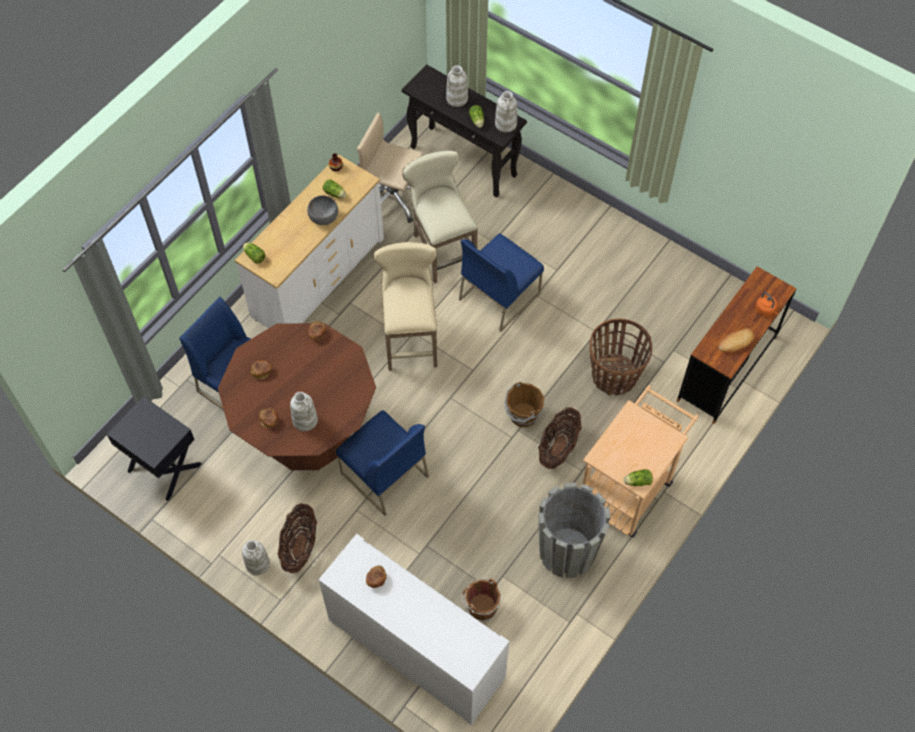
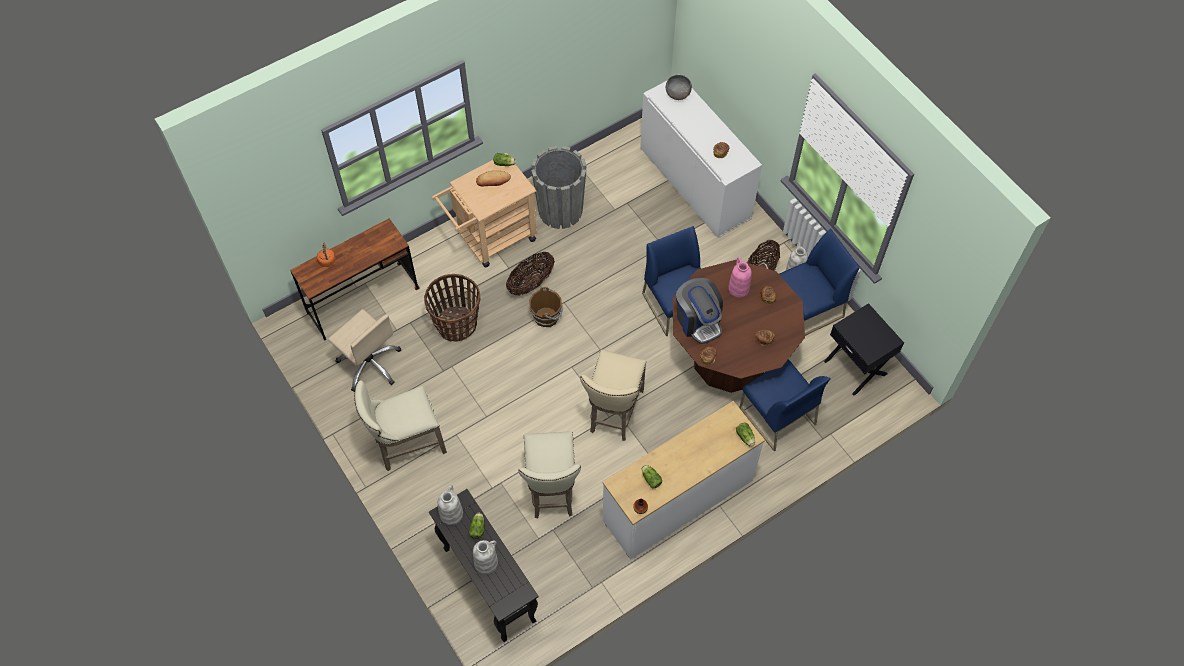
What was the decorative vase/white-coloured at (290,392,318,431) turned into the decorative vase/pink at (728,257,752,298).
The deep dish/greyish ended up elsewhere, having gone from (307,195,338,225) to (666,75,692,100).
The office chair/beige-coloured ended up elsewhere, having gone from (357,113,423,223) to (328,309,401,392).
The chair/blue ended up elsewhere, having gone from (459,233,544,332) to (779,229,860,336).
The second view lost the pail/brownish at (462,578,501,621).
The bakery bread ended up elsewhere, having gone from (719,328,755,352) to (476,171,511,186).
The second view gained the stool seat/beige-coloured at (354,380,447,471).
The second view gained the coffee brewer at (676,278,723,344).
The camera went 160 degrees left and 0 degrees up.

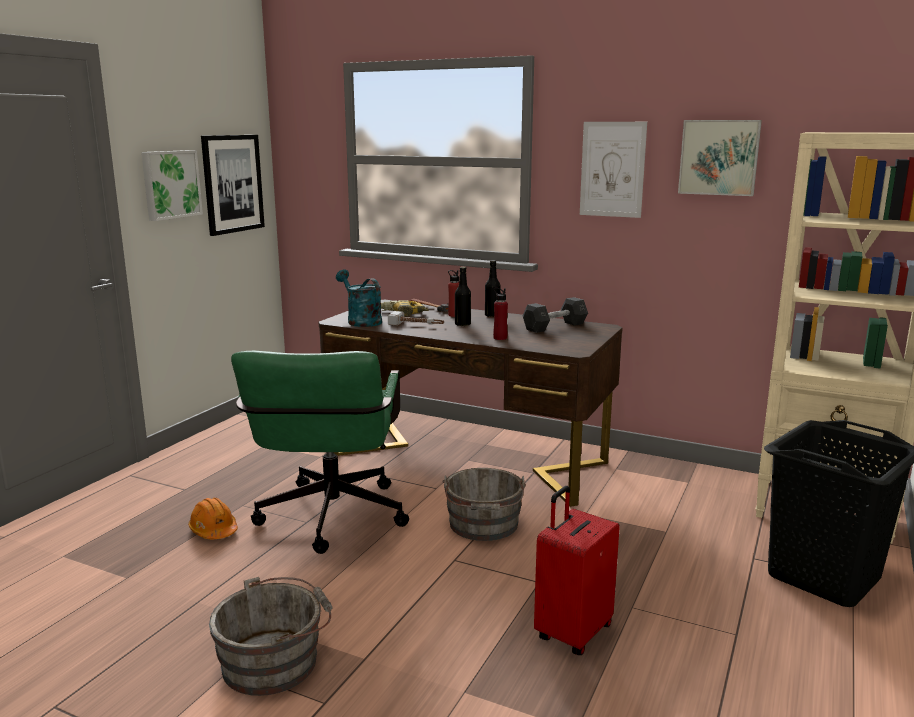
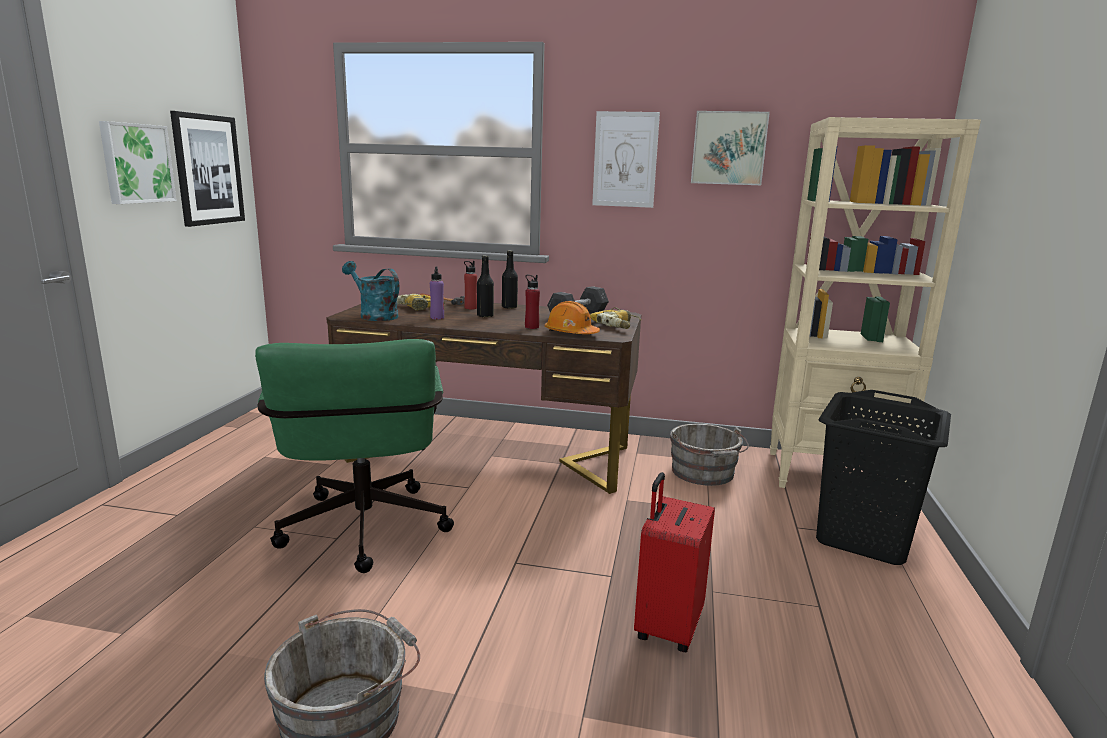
The hard hat/orange-coloured ended up elsewhere, having gone from (188,498,238,539) to (545,301,600,334).
Where the hammer stood at (388,311,444,326), the beverage bottle/purplish came to stand at (430,266,444,319).
The pail/greyish ended up elsewhere, having gone from (442,468,526,541) to (670,424,749,486).
The second view gained the power drill at (590,307,642,329).
The camera went 15 degrees left and 0 degrees up.

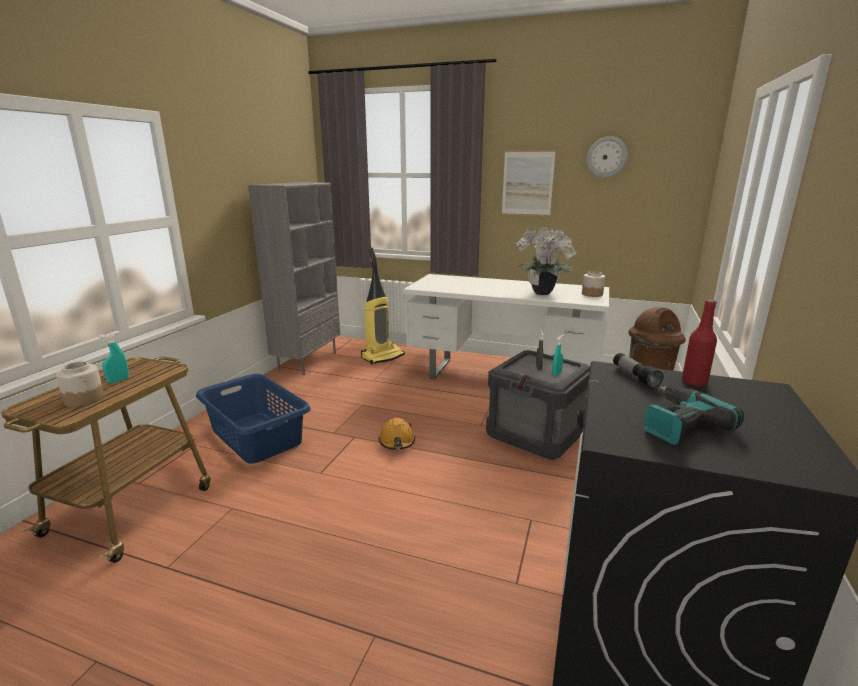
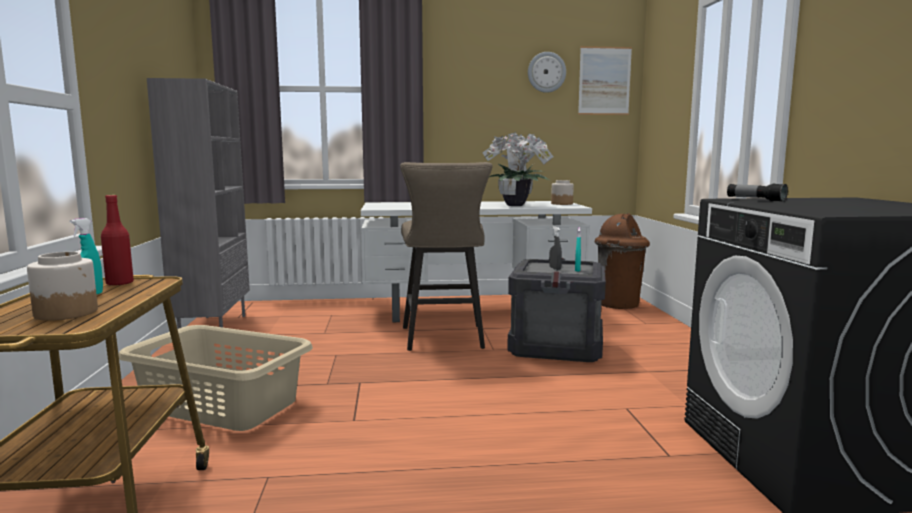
What was the washing basket/blue at (196,374,311,464) turned into the washing basket/beige-coloured at (118,325,313,431).
The second view lost the hoover at (361,248,405,365).
The second view lost the hard hat/orange-coloured at (378,418,415,450).
The wall art ended up elsewhere, having gone from (502,150,556,216) to (578,46,632,115).
The second view lost the power drill at (644,384,744,445).
The beverage bottle/red-coloured ended up elsewhere, having gone from (682,300,717,386) to (101,195,134,286).
The second view gained the stool seat/beige-coloured at (400,162,493,351).
The camera went 25 degrees left and 10 degrees down.

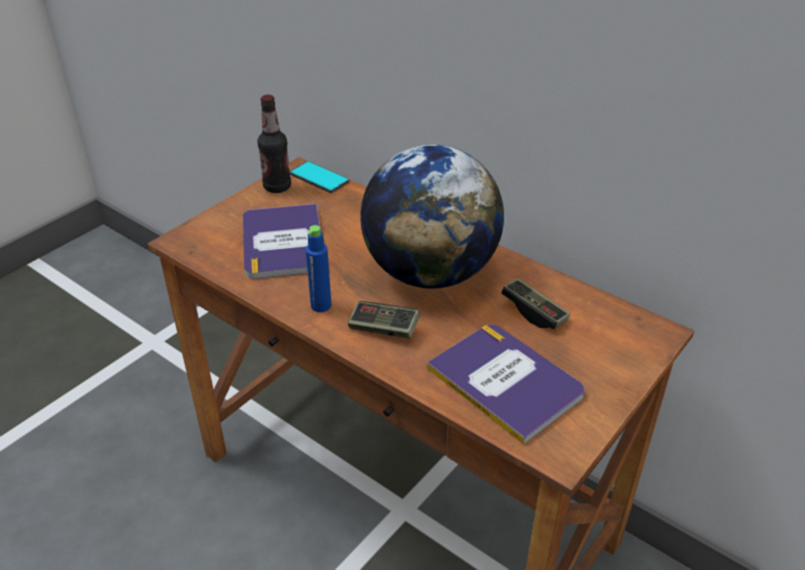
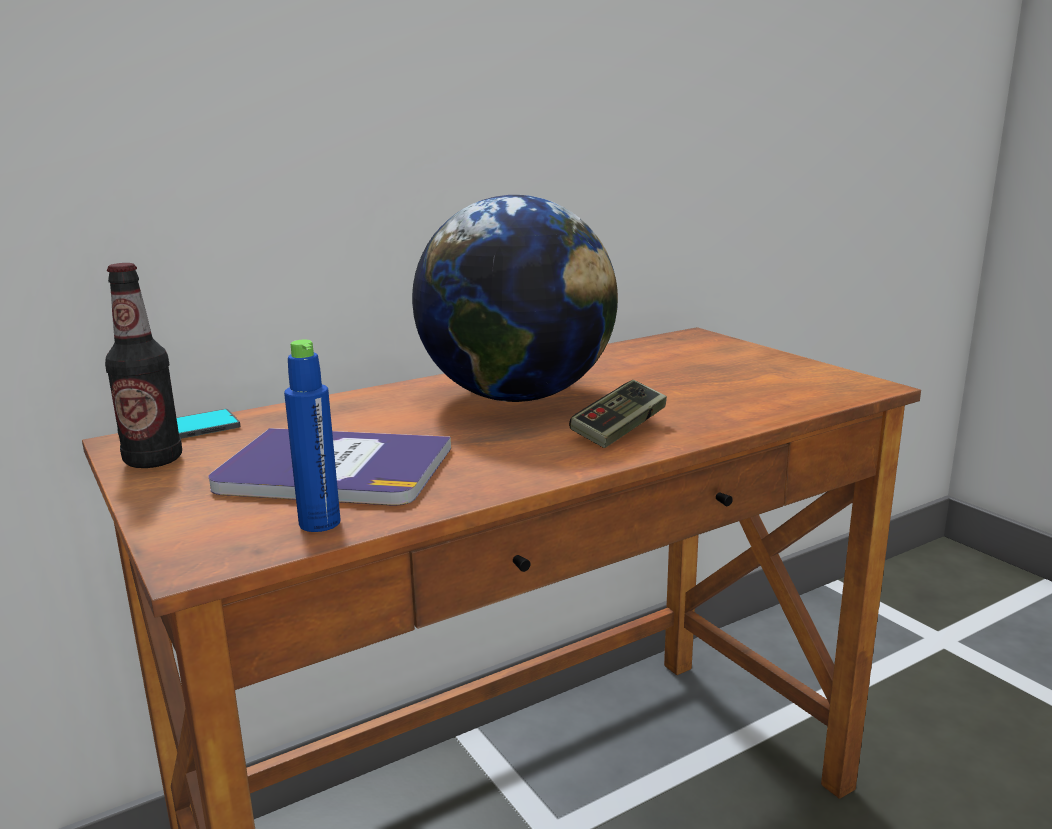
The beverage bottle/blue ended up elsewhere, having gone from (306,225,331,312) to (284,340,340,532).
The second view lost the book at (427,324,584,444).
The second view lost the gamepad at (501,278,570,329).
The camera went 70 degrees left and 20 degrees down.

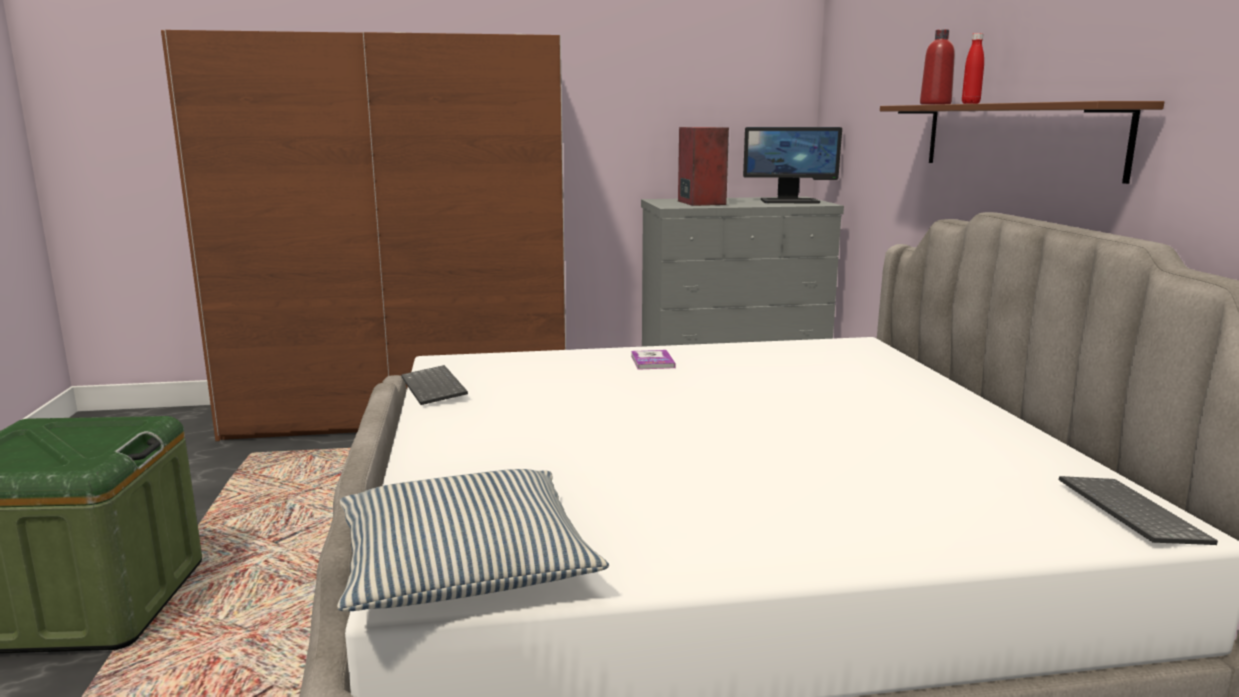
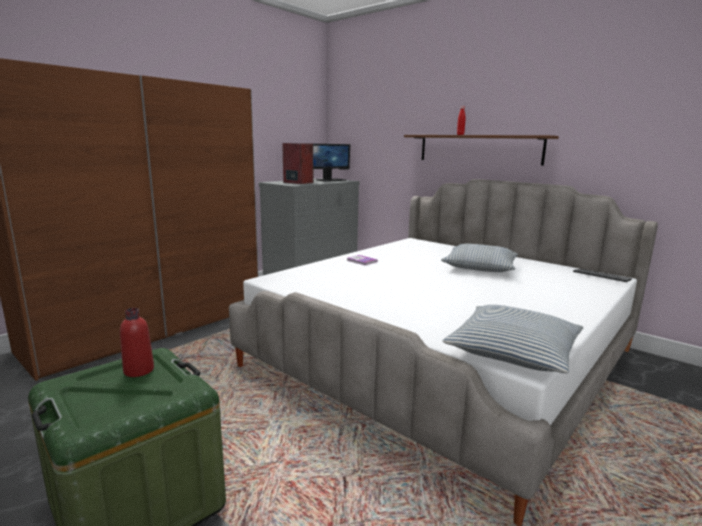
The second view lost the keyboard at (401,365,468,405).
The beverage bottle/red-coloured ended up elsewhere, having gone from (920,29,955,105) to (120,308,154,377).
The second view gained the throw pillow at (441,244,518,272).
The camera went 40 degrees left and 0 degrees up.

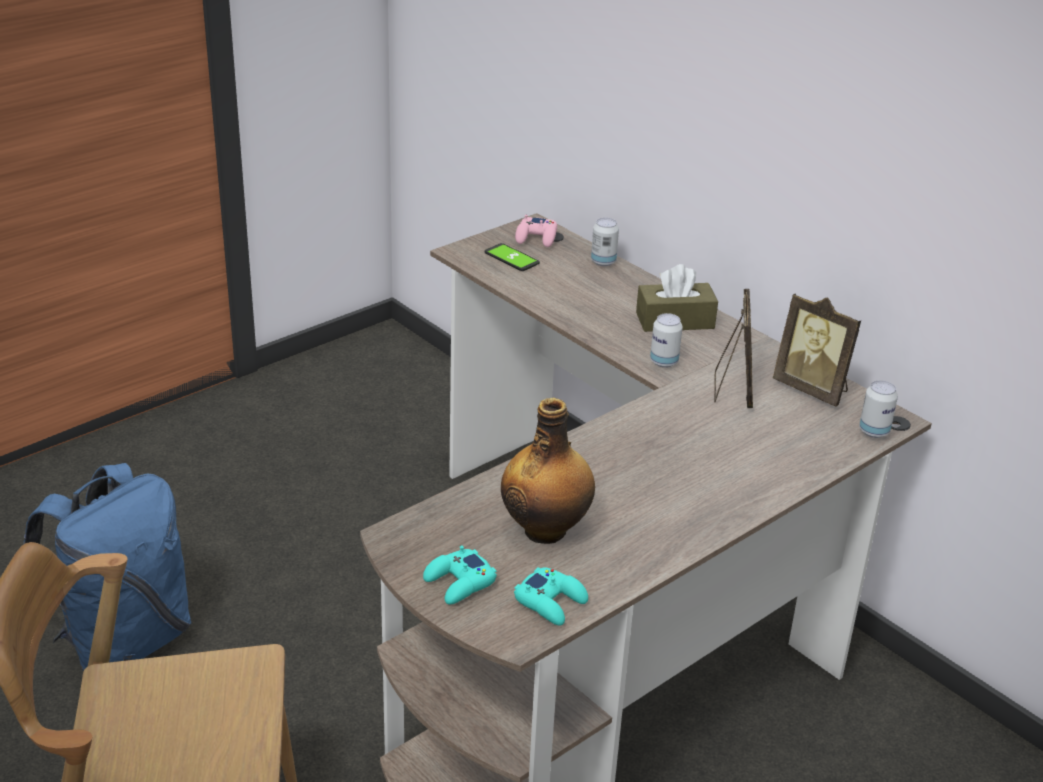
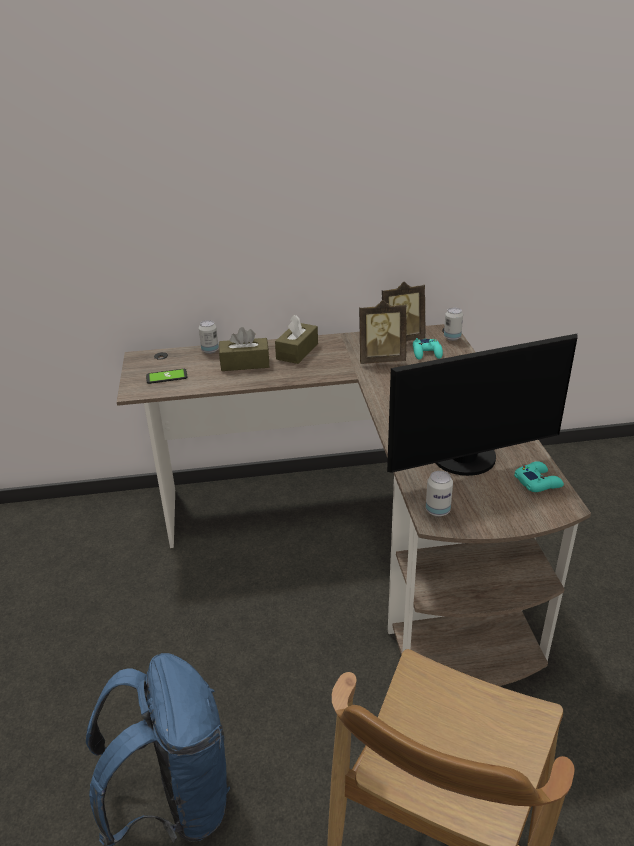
The gamepad/turquoise ended up elsewhere, having gone from (423,545,497,605) to (413,338,443,360).
Where the beverage bottle stood at (501,398,595,544), the monitor came to stand at (387,334,577,476).
The second view lost the gamepad/pink at (515,215,557,247).
The can ended up elsewhere, having gone from (650,313,683,368) to (426,471,453,517).
The photo frame at (714,289,753,408) ended up facing another way, 135 degrees clockwise from before.
The second view gained the tissue holder/brownish at (219,327,269,371).
The camera went 55 degrees left and 0 degrees up.

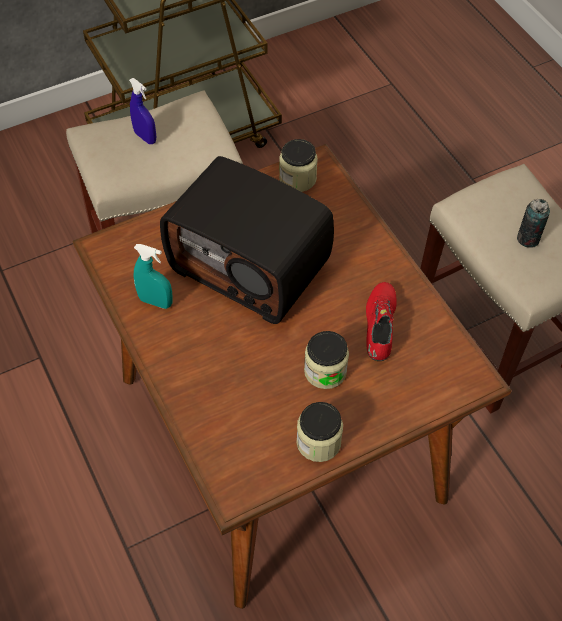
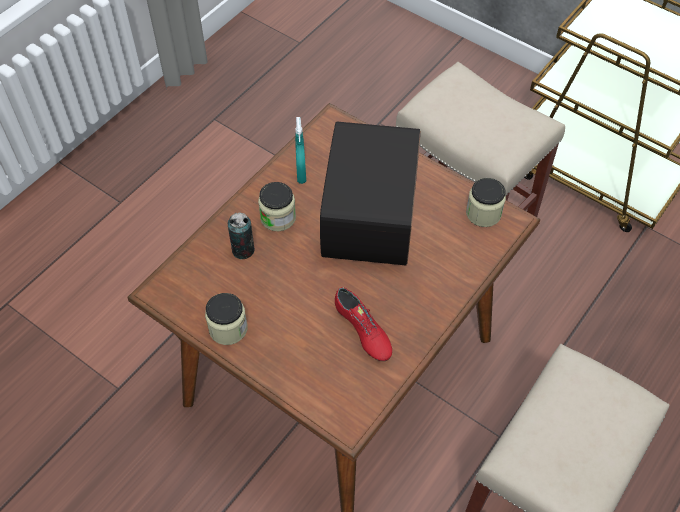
The second view lost the spray bottle/blue at (129,78,156,144).
The jar ended up elsewhere, having gone from (304,331,349,389) to (258,182,296,231).
The item of footwear/red-coloured at (366,282,397,361) ended up facing another way, 75 degrees clockwise from before.
The can ended up elsewhere, having gone from (517,199,550,248) to (228,212,255,259).
The camera went 65 degrees right and 0 degrees up.

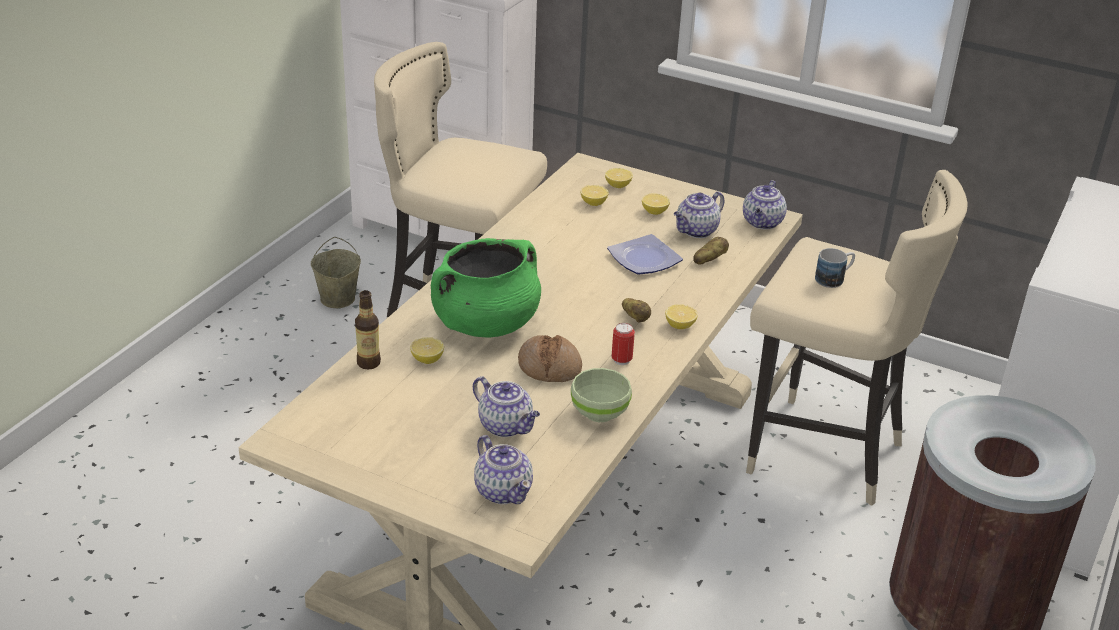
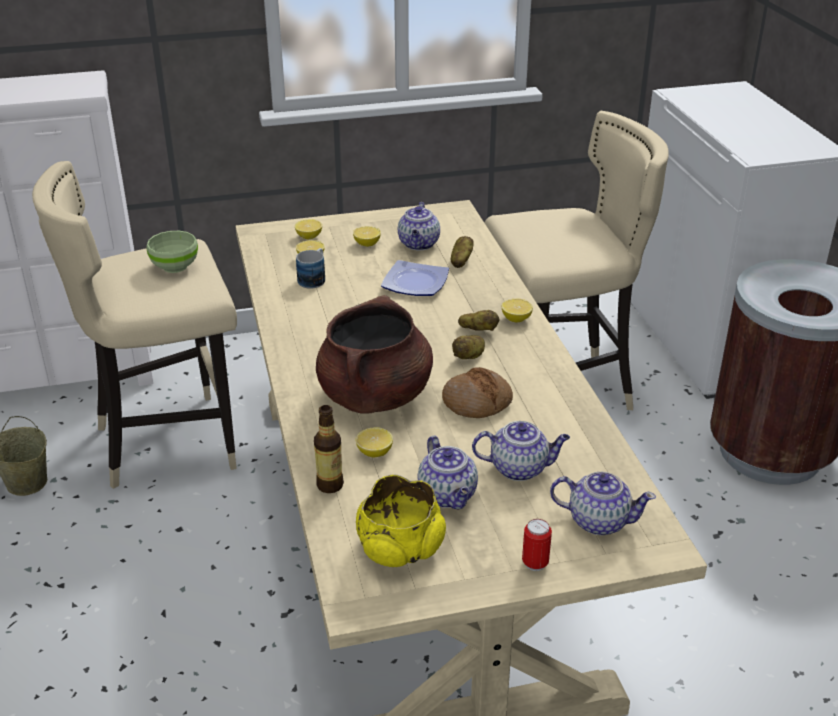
What was the stockpot/greenish at (431,238,541,337) turned into the stockpot/brownish at (316,295,433,414).
The deep dish/greenish ended up elsewhere, having gone from (571,368,632,422) to (147,231,198,273).
The can ended up elsewhere, having gone from (612,323,635,365) to (522,519,552,571).
The tea pot ended up elsewhere, having gone from (743,180,787,229) to (418,435,478,509).
The tea mug ended up elsewhere, having gone from (815,248,855,288) to (296,248,325,289).
The second view gained the deep dish/yellow at (356,474,446,567).
The second view gained the whole potato at (452,335,485,359).
The camera went 40 degrees left and 0 degrees up.

